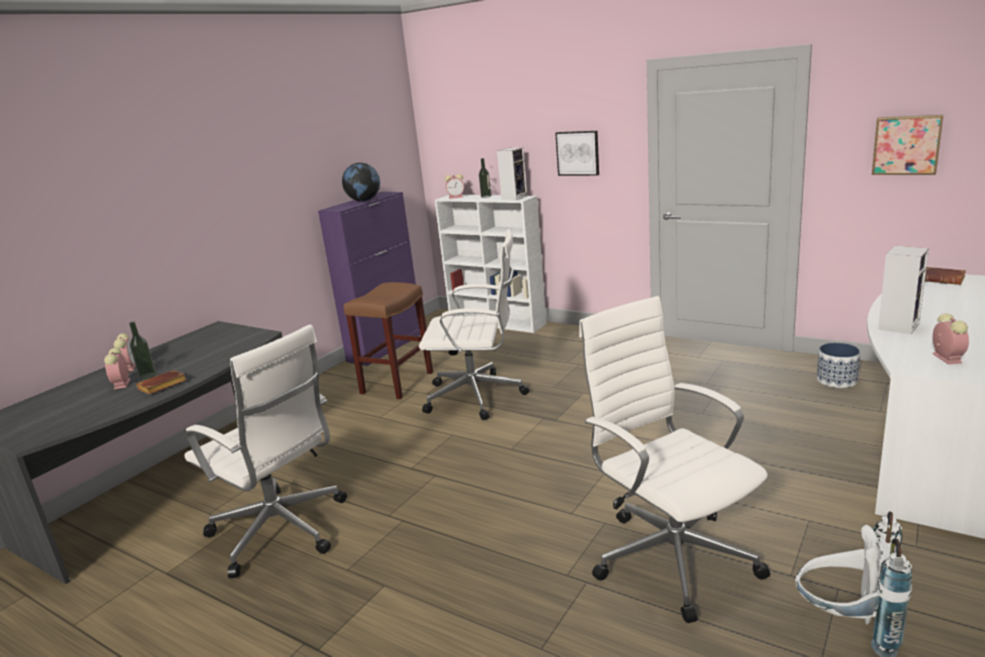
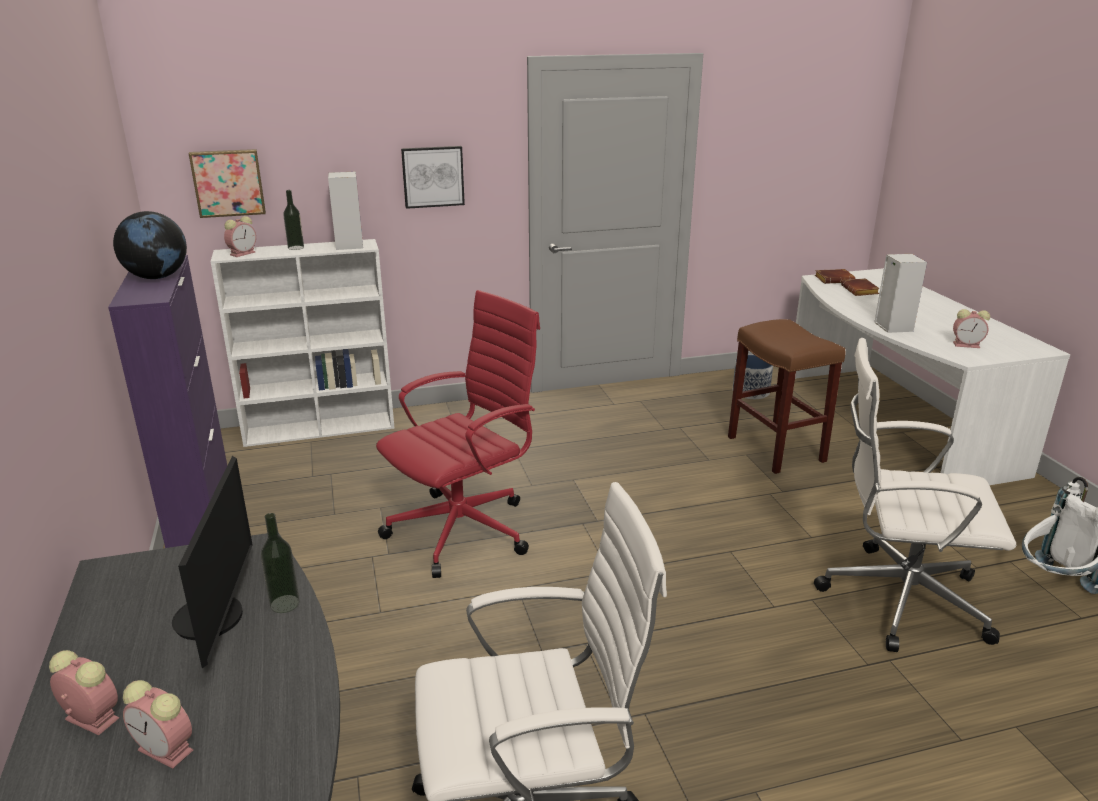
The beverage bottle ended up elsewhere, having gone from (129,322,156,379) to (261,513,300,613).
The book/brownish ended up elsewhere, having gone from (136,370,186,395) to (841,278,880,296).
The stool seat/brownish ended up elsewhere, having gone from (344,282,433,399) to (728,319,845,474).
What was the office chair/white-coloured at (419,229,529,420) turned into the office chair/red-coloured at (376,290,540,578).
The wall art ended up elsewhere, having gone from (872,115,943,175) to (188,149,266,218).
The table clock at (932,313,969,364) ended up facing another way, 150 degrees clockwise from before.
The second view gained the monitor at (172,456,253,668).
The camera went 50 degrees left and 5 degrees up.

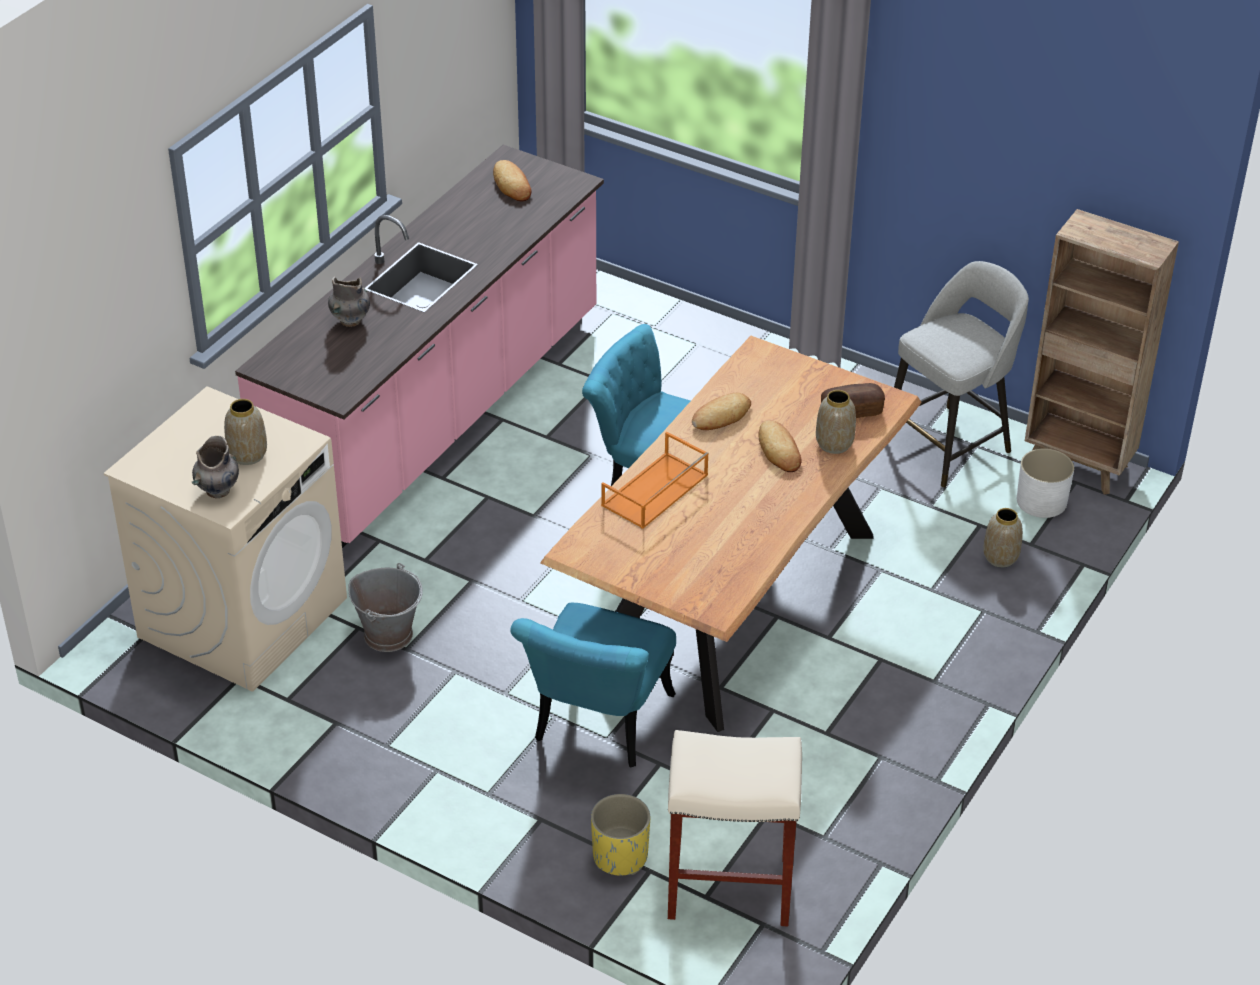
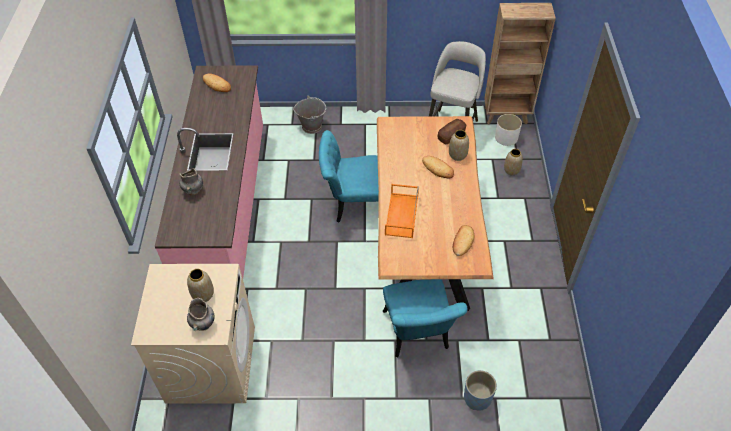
The pail/greyish ended up elsewhere, having gone from (348,563,423,652) to (293,96,326,134).
What was the plant pot/yellow at (591,794,650,876) turned into the plant pot/blue at (464,370,497,410).
The second view lost the stool seat/beige-coloured at (668,730,802,926).
The bakery bread ended up elsewhere, having gone from (692,392,751,430) to (453,225,474,256).
The camera went 30 degrees left and 10 degrees up.

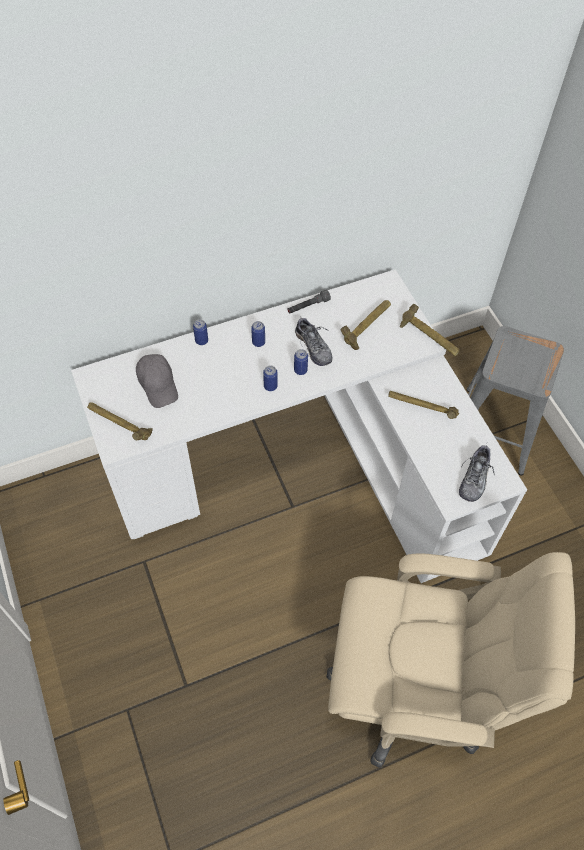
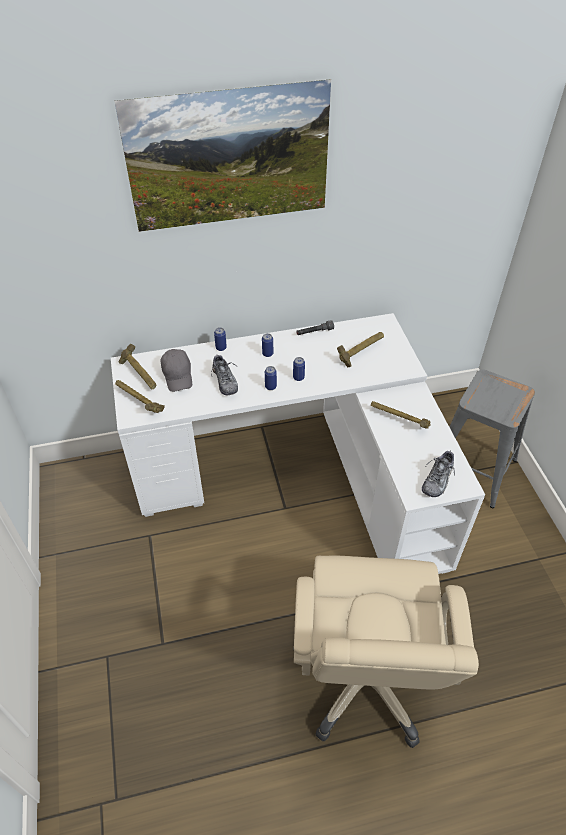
The item of footwear ended up elsewhere, having gone from (295,316,332,366) to (211,355,238,395).
The office chair/beige-coloured at (326,552,575,768) ended up facing another way, 75 degrees clockwise from before.
The hammer ended up elsewhere, having gone from (400,304,460,356) to (118,344,156,389).
The second view gained the wall art at (115,79,331,232).
The camera went 10 degrees right and 10 degrees down.

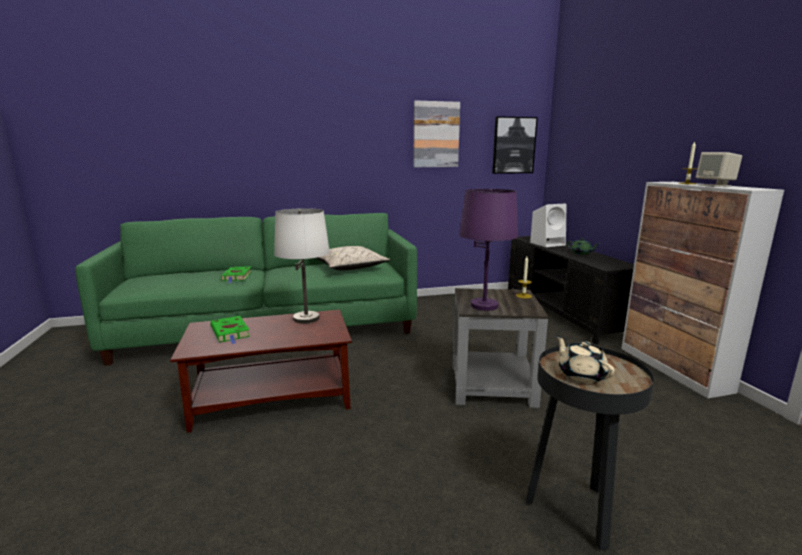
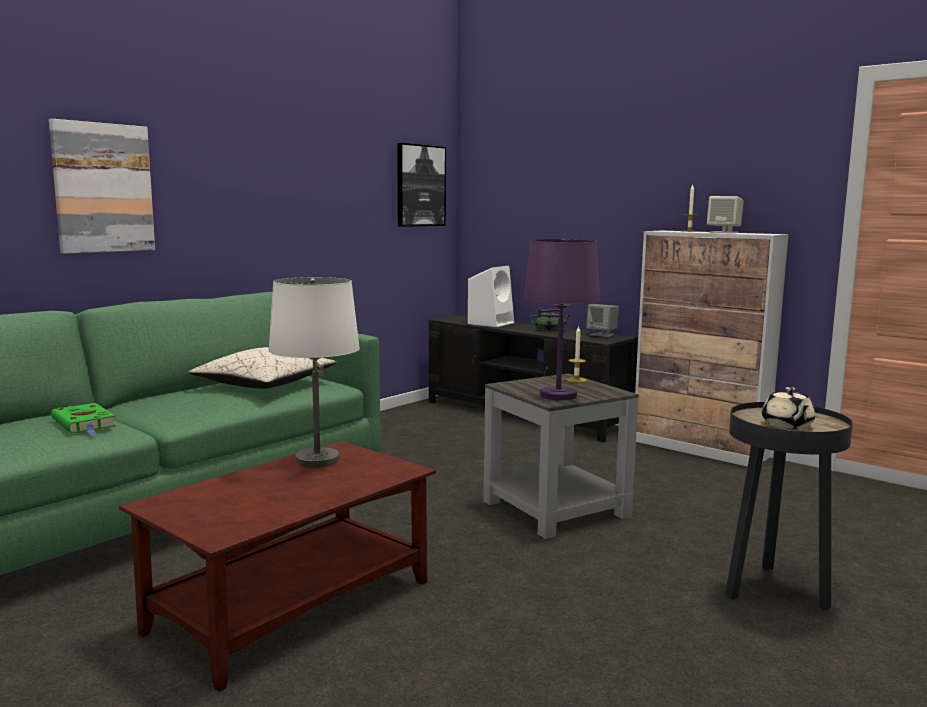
The second view lost the book/greenish at (210,316,250,344).
The wall art ended up elsewhere, having gone from (413,100,460,167) to (49,119,155,254).
The tea pot/beige-coloured at (556,335,615,383) ended up facing another way, 120 degrees counterclockwise from before.
The second view gained the audio speaker/greyish at (586,304,619,337).
The camera went 35 degrees left and 5 degrees down.

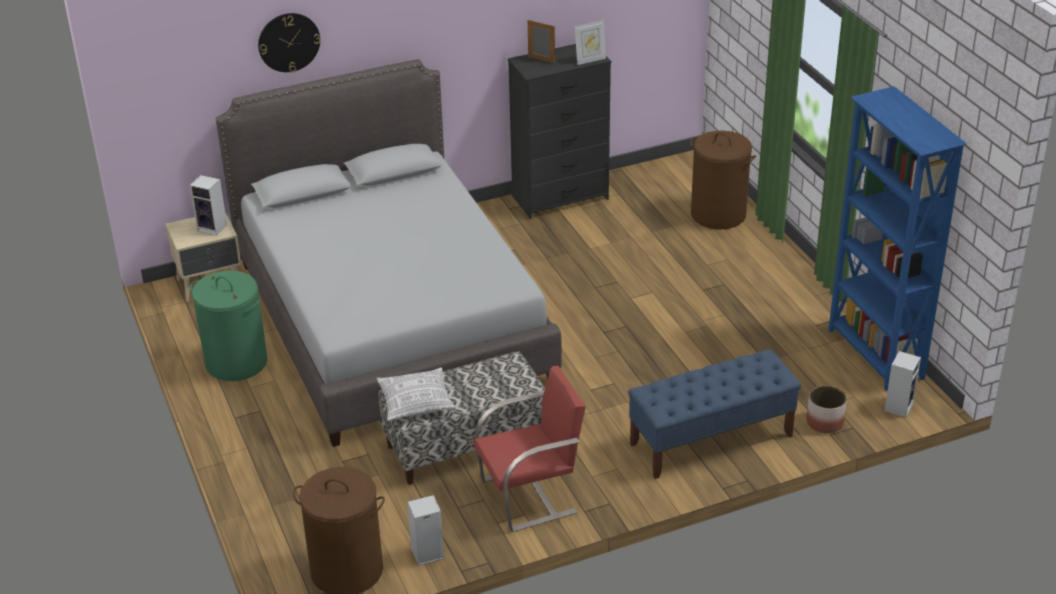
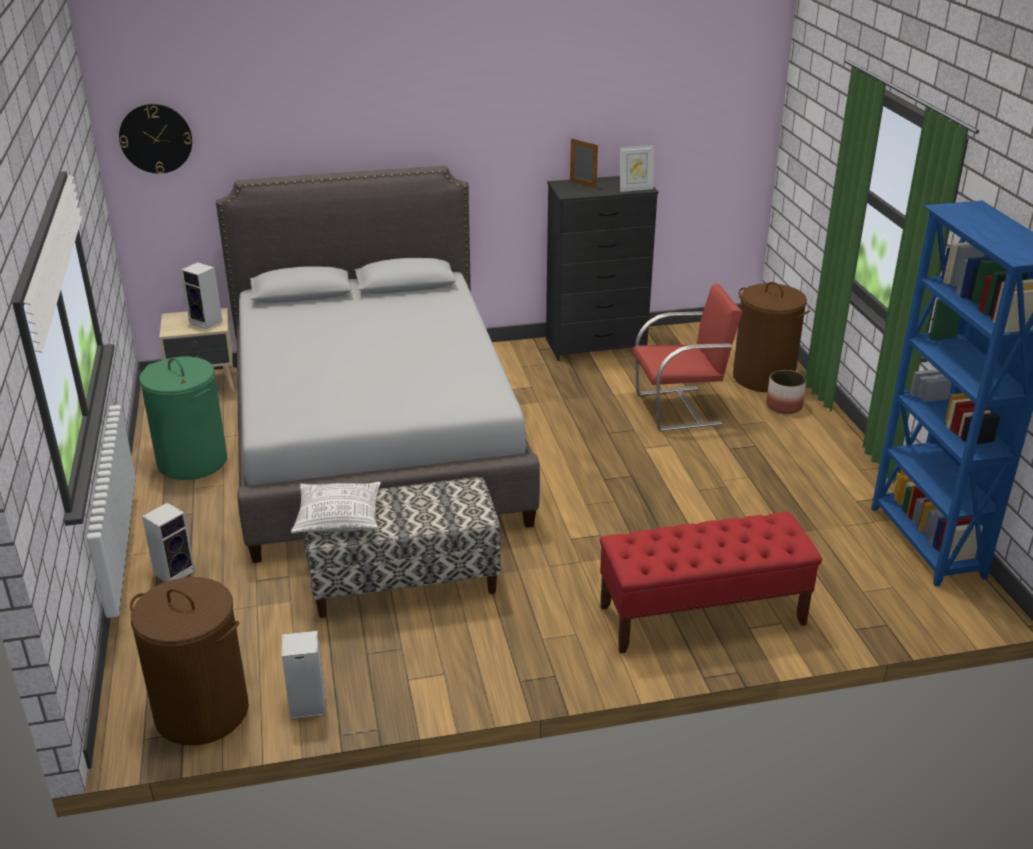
The wall clock ended up elsewhere, having gone from (258,13,321,72) to (119,104,192,174).
The chair/red-coloured ended up elsewhere, having gone from (473,366,586,532) to (633,284,742,431).
What was the indoor bench/blue at (628,349,801,479) turned into the indoor bench/red-coloured at (600,512,822,654).
The plant pot ended up elsewhere, having gone from (806,385,847,433) to (766,370,806,414).
The audio speaker ended up elsewhere, having gone from (885,351,921,417) to (142,503,195,582).
The camera went 10 degrees right and 5 degrees down.

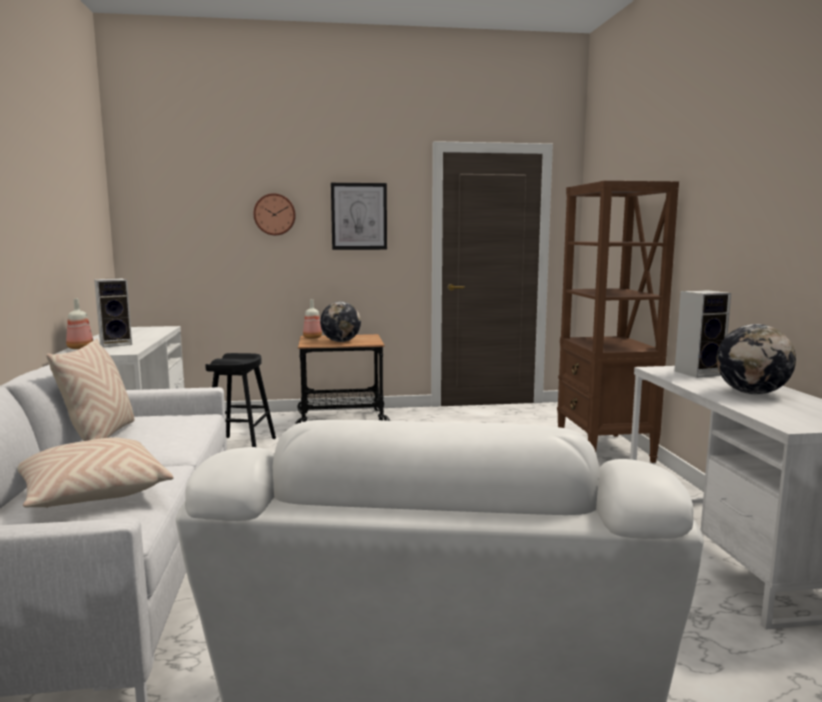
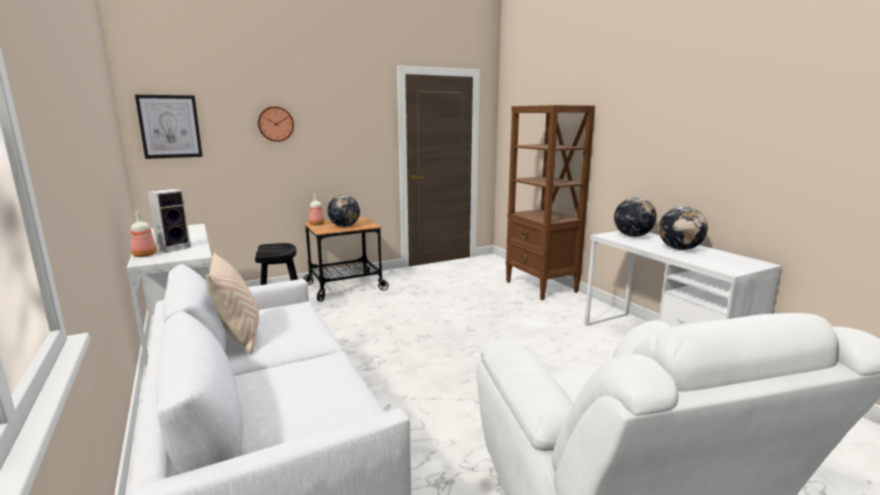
The second view lost the throw pillow/beige-coloured at (17,437,174,508).
The wall art ended up elsewhere, having gone from (331,183,387,250) to (135,95,203,159).
Where the audio speaker stood at (675,290,731,378), the world globe came to stand at (614,197,657,237).
The camera went 20 degrees left and 5 degrees up.

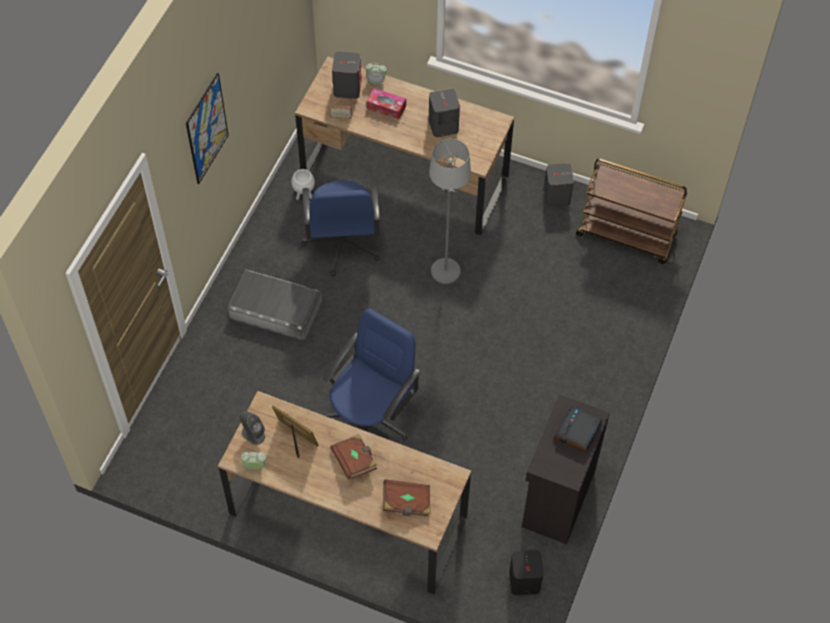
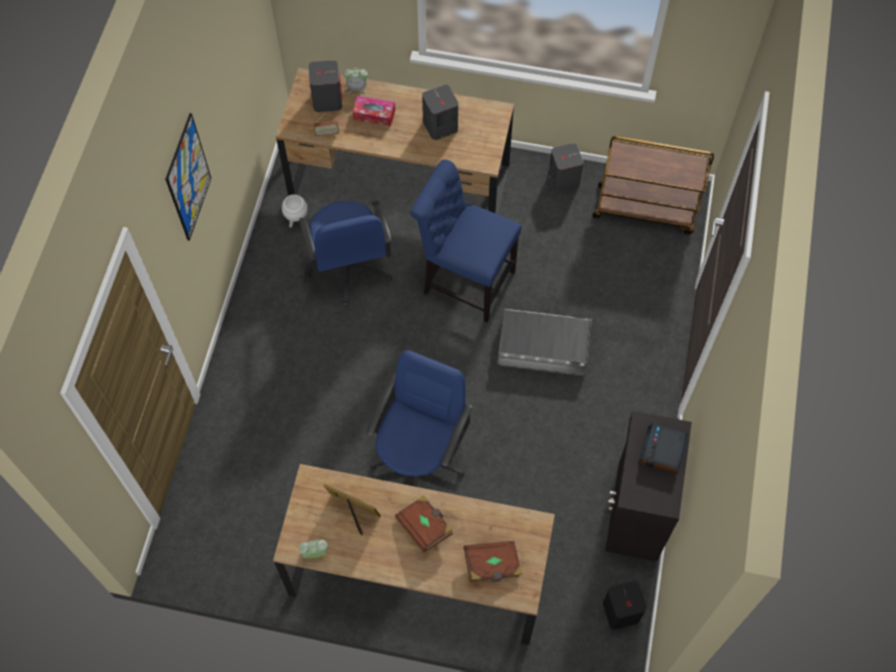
The storage box/greyish ended up elsewhere, having gone from (227,269,322,341) to (497,308,592,376).
The second view lost the audio speaker/greyish at (240,411,265,445).
Where the standing lamp/greyish stood at (429,139,471,284), the chair/blue came to stand at (410,159,522,323).
The camera went 10 degrees left and 5 degrees up.

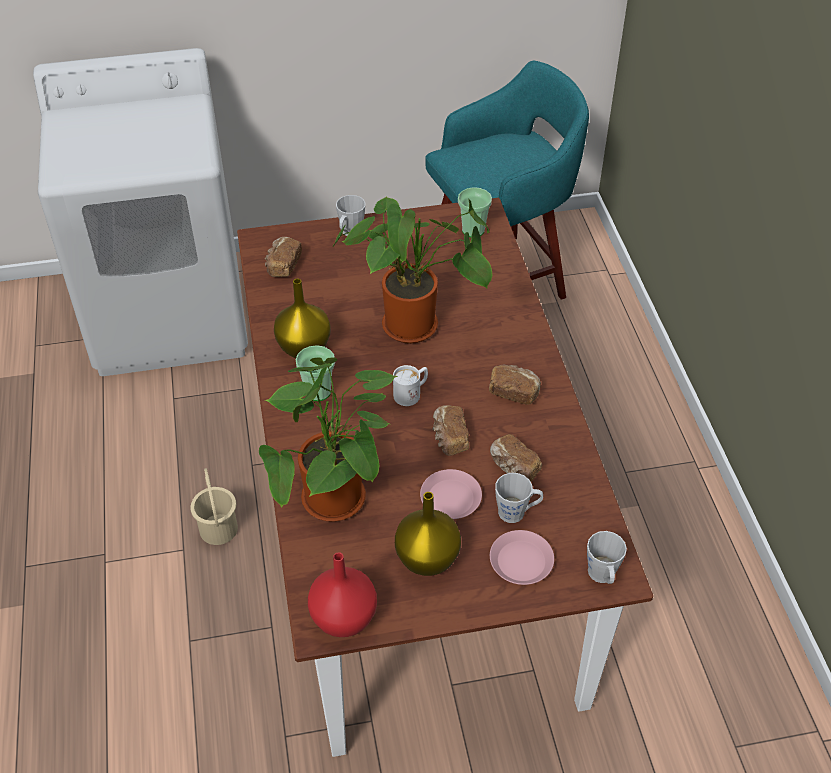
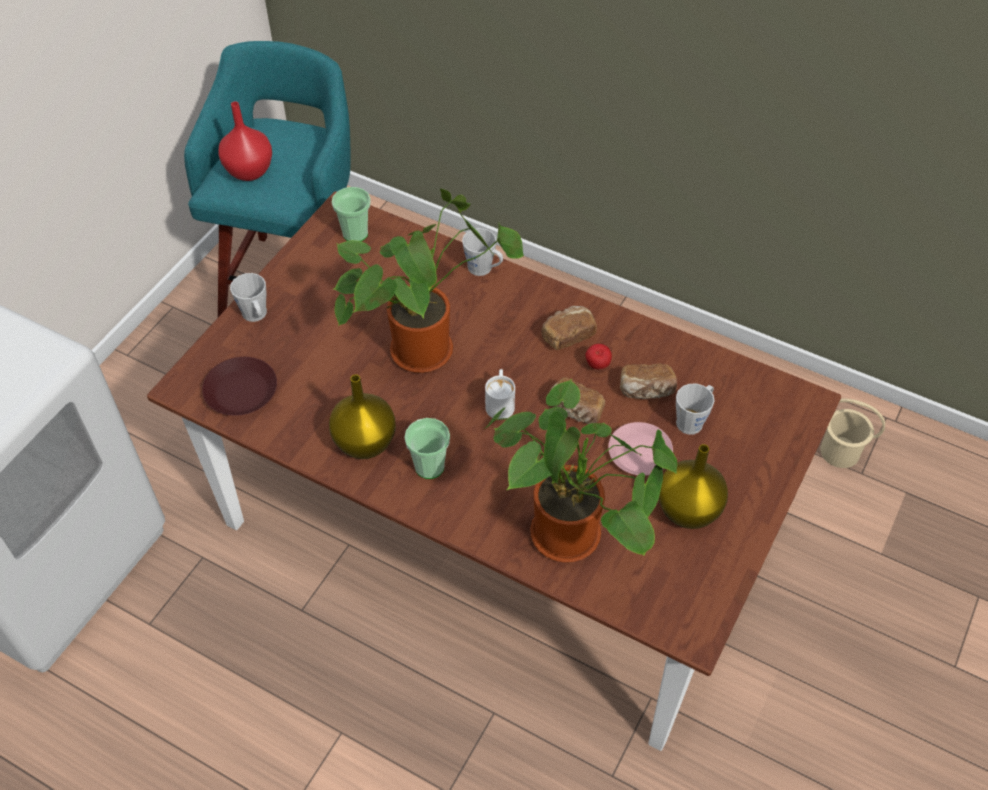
The pail/beige-coloured ended up elsewhere, having gone from (190,468,238,545) to (820,399,885,468).
Where the bakery bread stood at (265,237,302,277), the plate/brownish came to stand at (202,357,277,416).
The decorative vase/red-coloured ended up elsewhere, having gone from (308,552,377,637) to (219,101,272,181).
The second view lost the plate/pink at (490,530,554,585).
The tea mug/greyish ended up elsewhere, having gone from (587,531,627,584) to (462,228,503,276).
The second view gained the apple at (585,344,612,369).
The camera went 50 degrees left and 5 degrees up.

